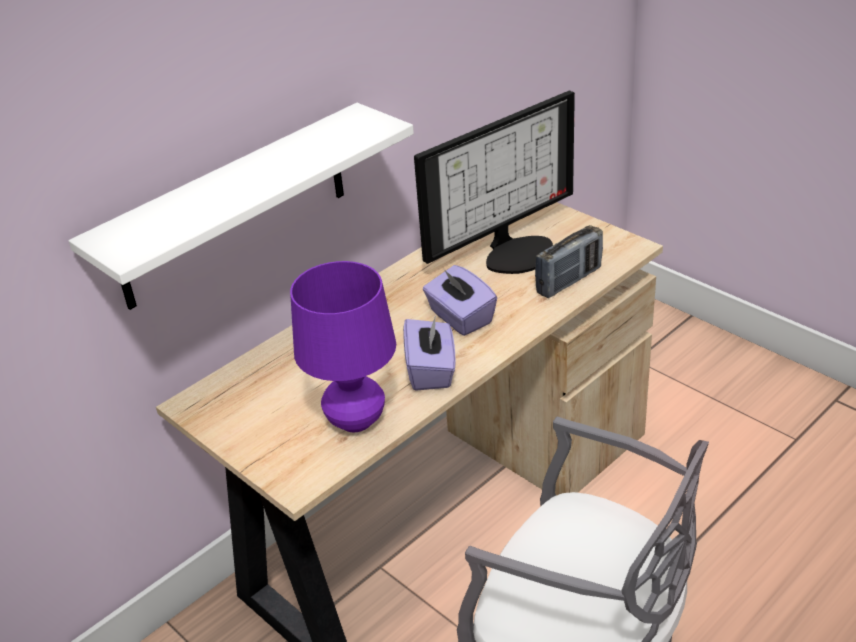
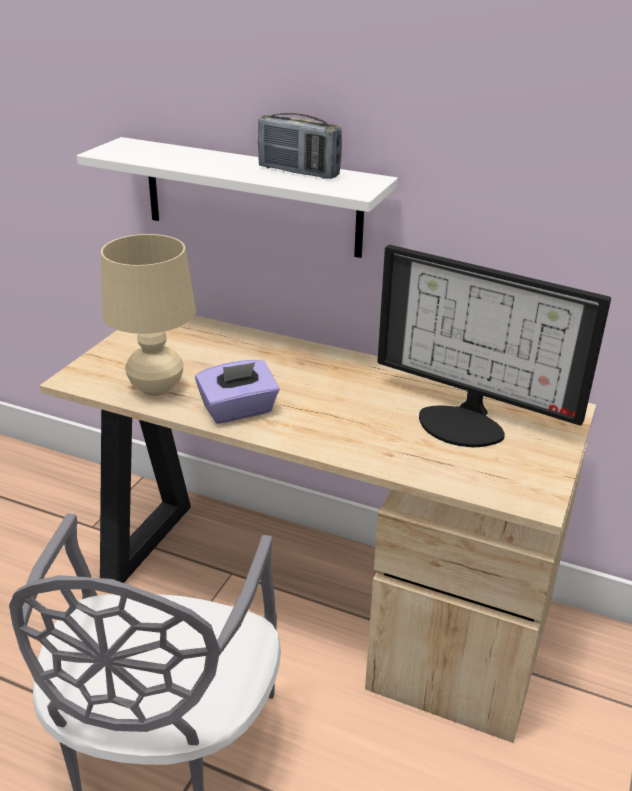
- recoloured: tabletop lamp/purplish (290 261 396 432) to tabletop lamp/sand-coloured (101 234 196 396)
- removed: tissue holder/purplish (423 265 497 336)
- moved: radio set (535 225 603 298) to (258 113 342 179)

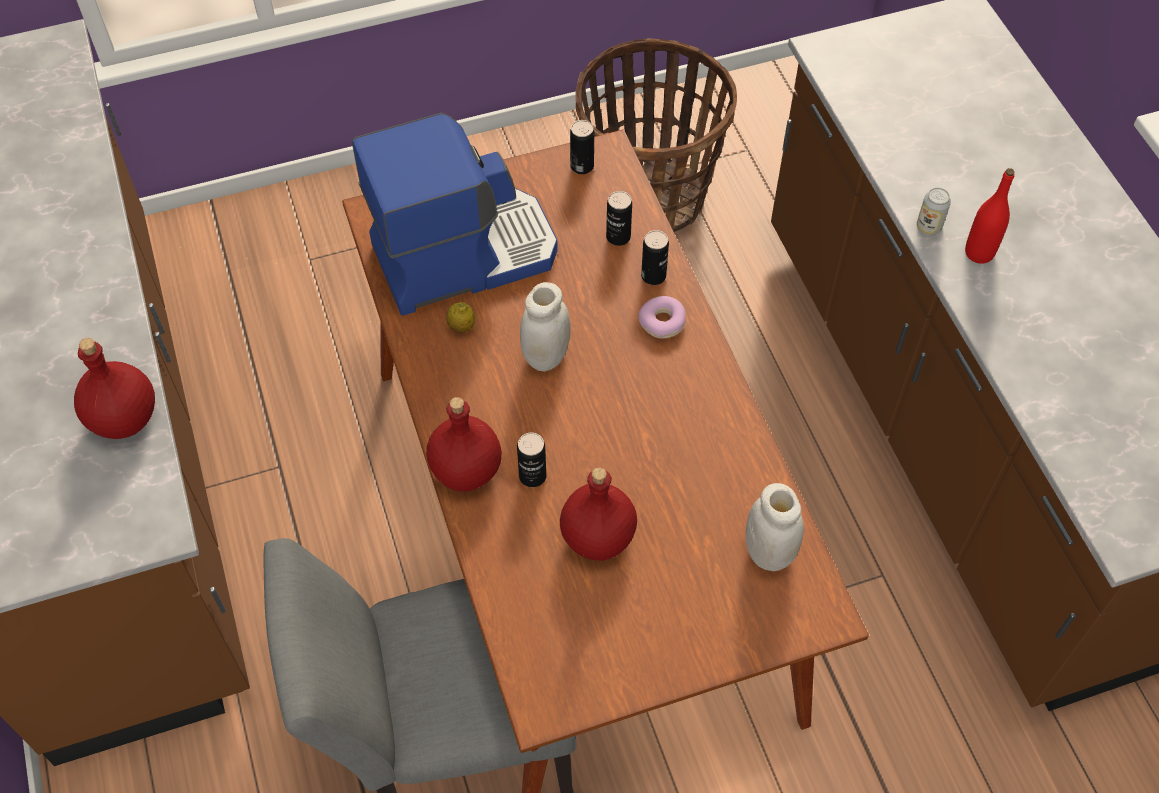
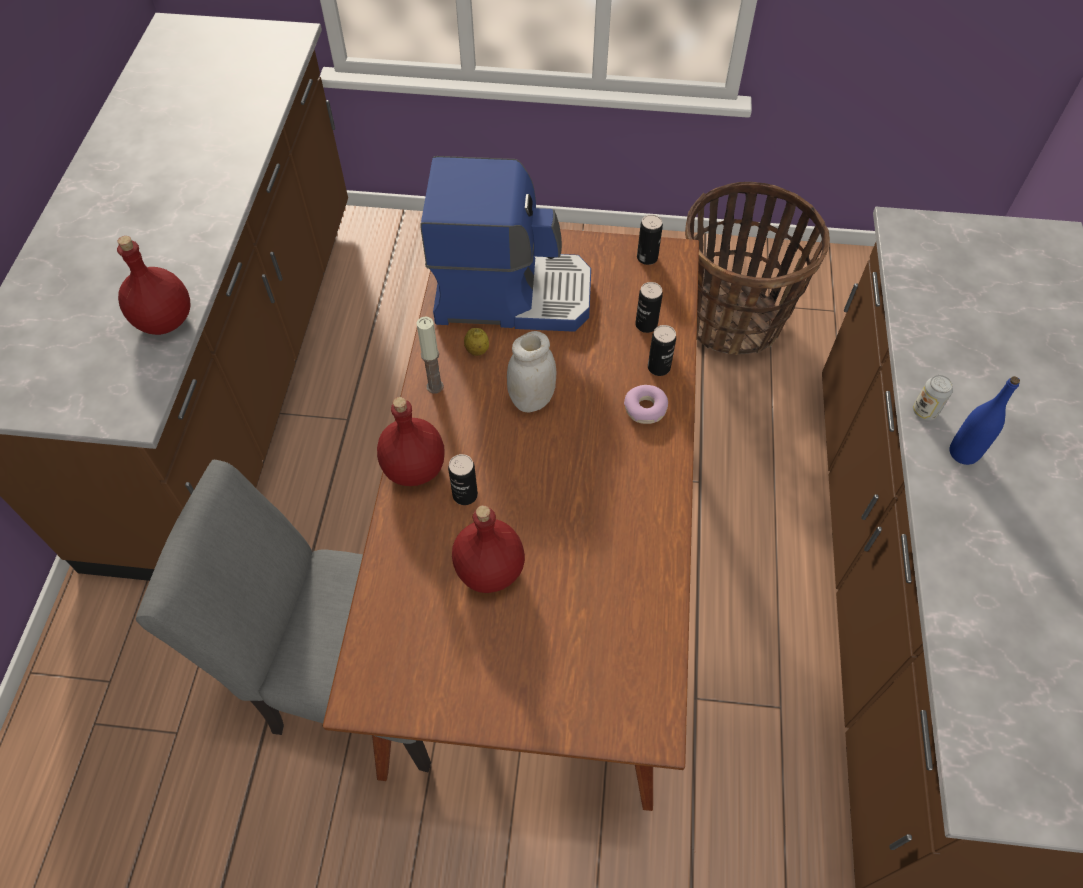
- removed: jar/whitish (745 483 804 571)
- recoloured: drink bottle/red (965 168 1014 264) to drink bottle/blue (950 376 1020 465)
- added: wax light (416 316 444 394)

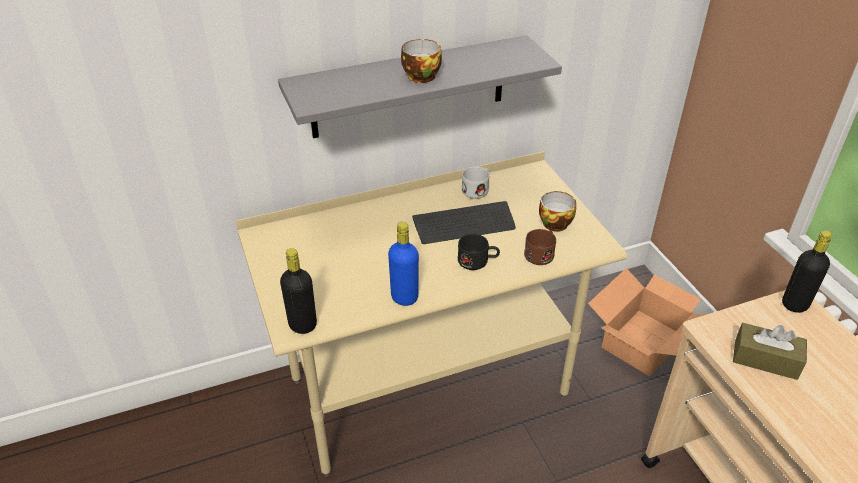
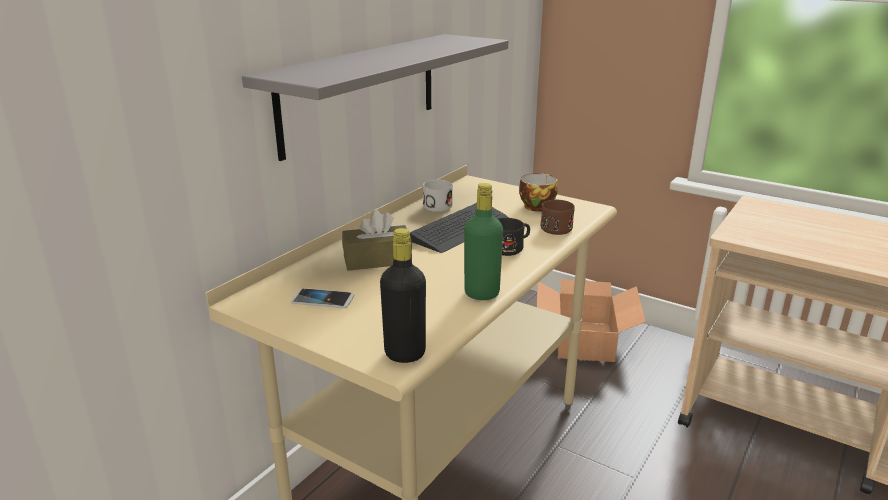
- recoloured: drink bottle/blue (388 222 419 306) to drink bottle/greenish (464 183 503 300)
- removed: small cup (401 39 442 83)
- moved: tissue holder/brown-coloured (733 323 807 380) to (342 210 412 271)
- removed: drink bottle/blackish (782 231 832 313)
- added: handset (291 288 354 308)

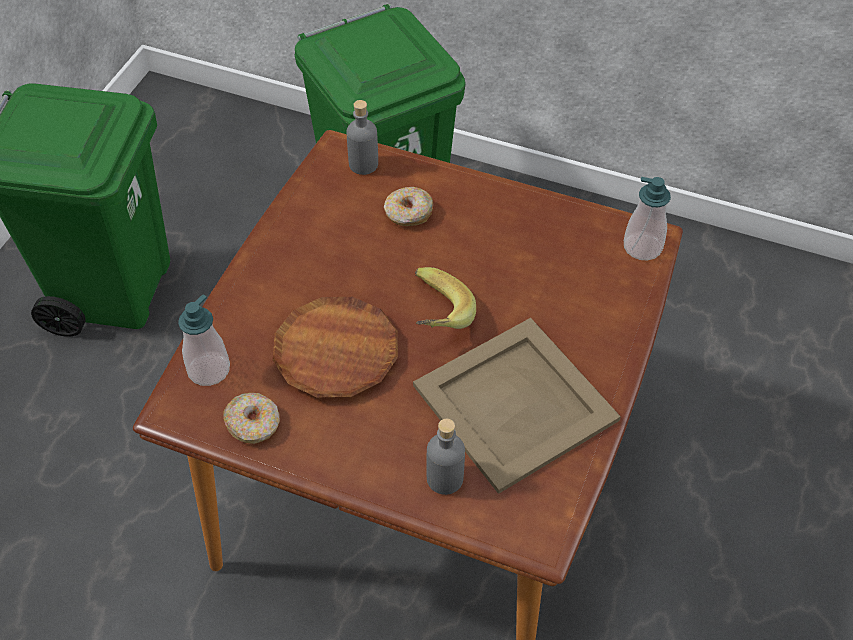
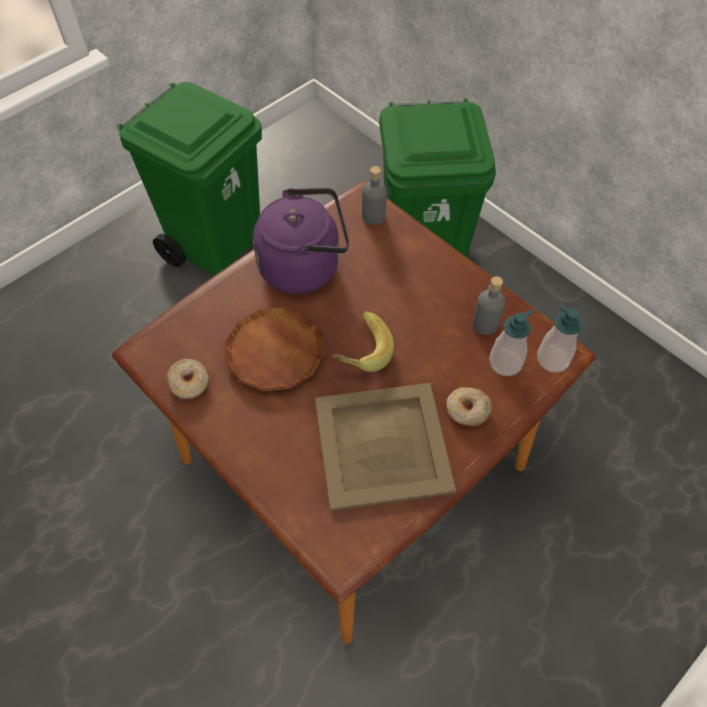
- moved: liquid soap bottle (178 294 230 386) to (489 310 534 376)
- moved: ring doughnut (384 187 433 226) to (446 387 493 426)
- moved: drink bottle/gray (426 419 465 495) to (472 276 505 335)
- added: kettle/purplish (253 188 349 294)

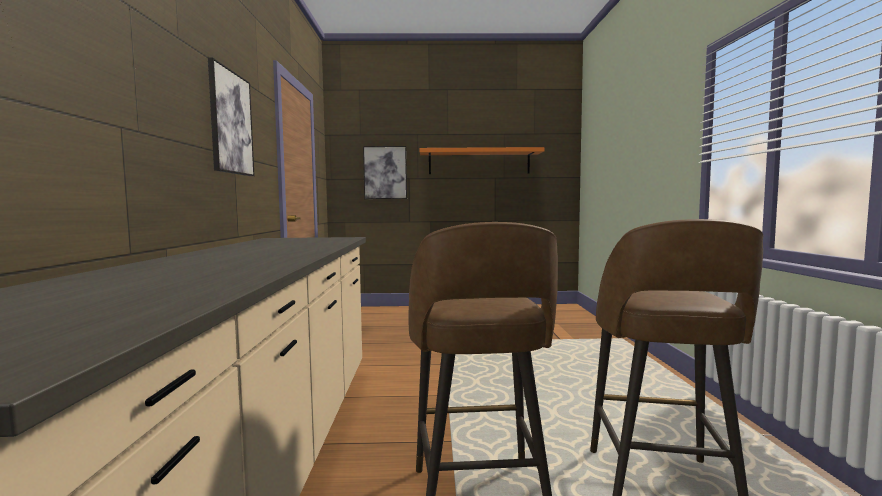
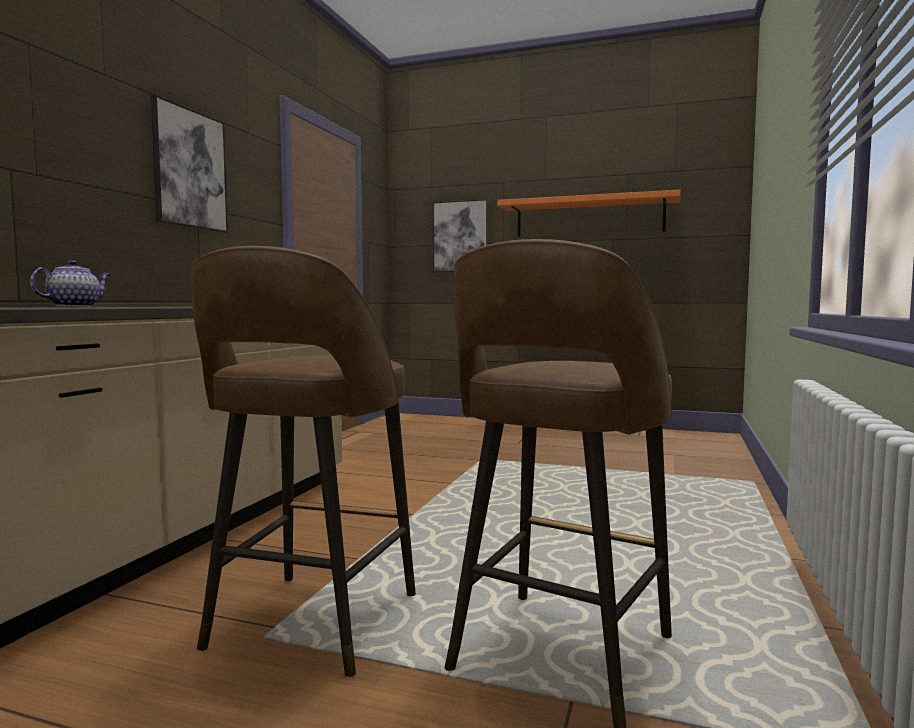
- added: teapot (30 260 111 307)

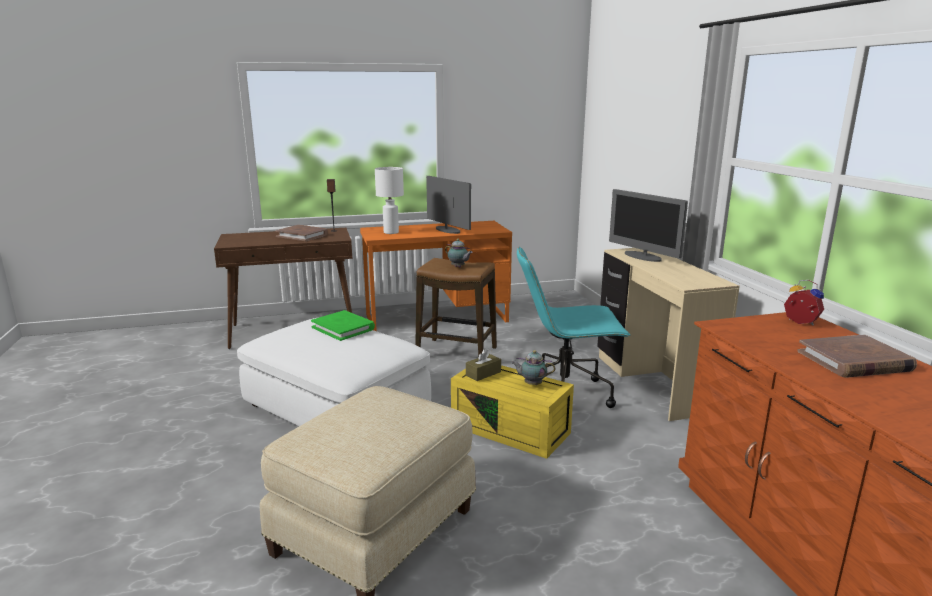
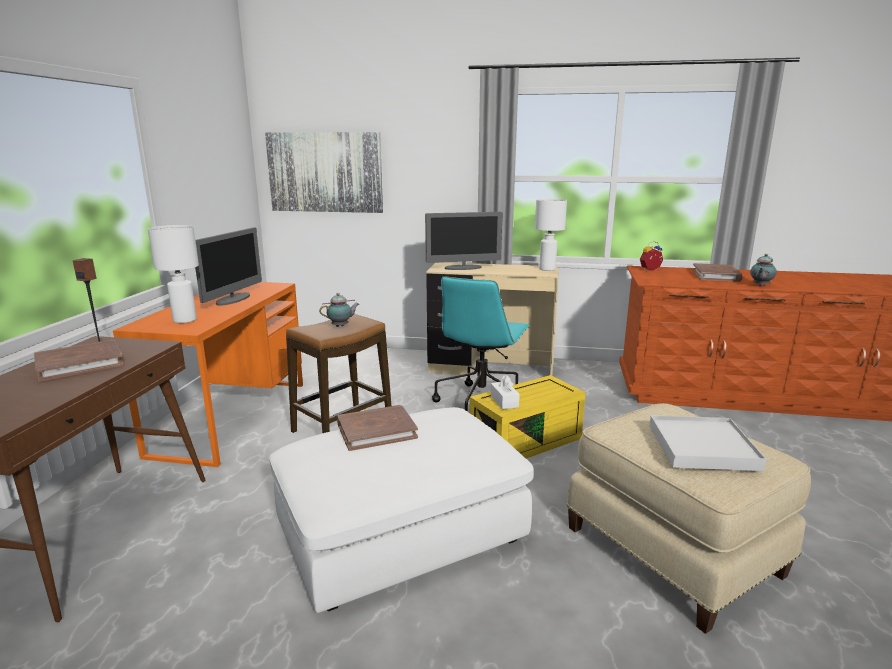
- recoloured: bound book/greenish (311 310 375 341) to bound book/brown-coloured (337 405 418 451)
- turned: computer screen (426 176 471 234) = (195 227 262 306) 120 degrees clockwise
- recoloured: tissue holder/brown-coloured (466 348 501 381) to tissue holder/whitish (491 375 520 410)
- moved: teapot (511 350 555 385) to (750 254 777 286)
- added: wall picture (265 132 383 213)
- added: tabletop lamp/whitish (535 198 567 271)
- added: tray/whitish (649 415 766 471)

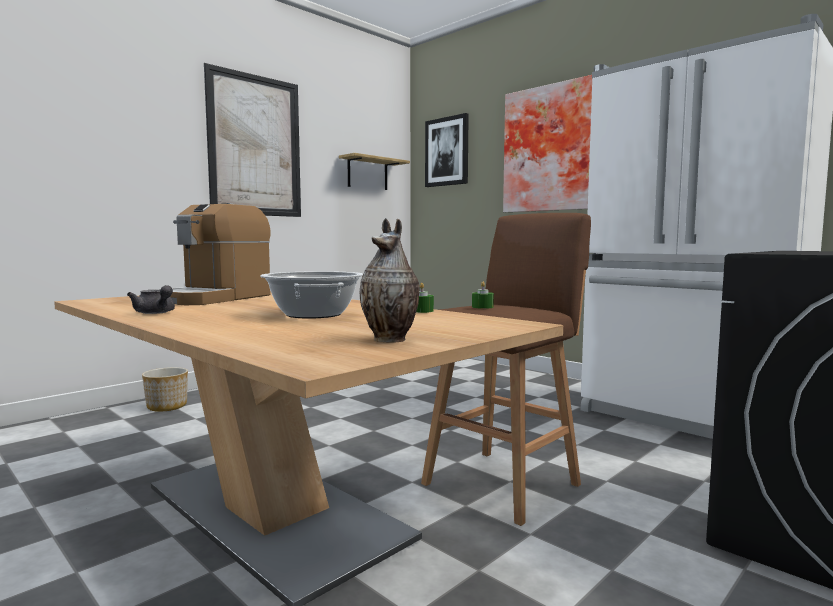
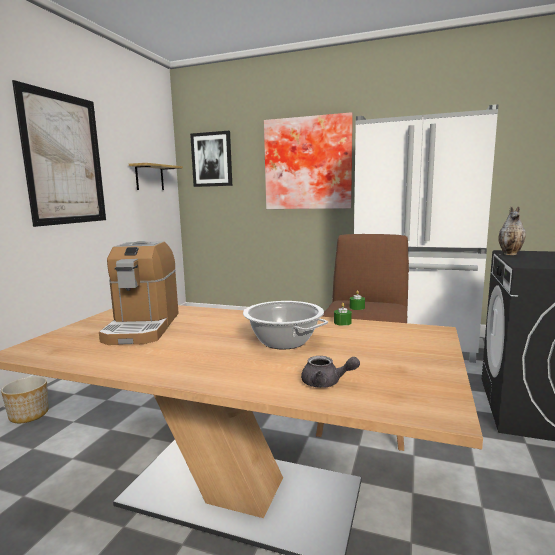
- moved: teapot/gray (127 285 175 314) to (301 356 360 388)
- moved: decorative vase (360 218 420 343) to (498 206 526 255)

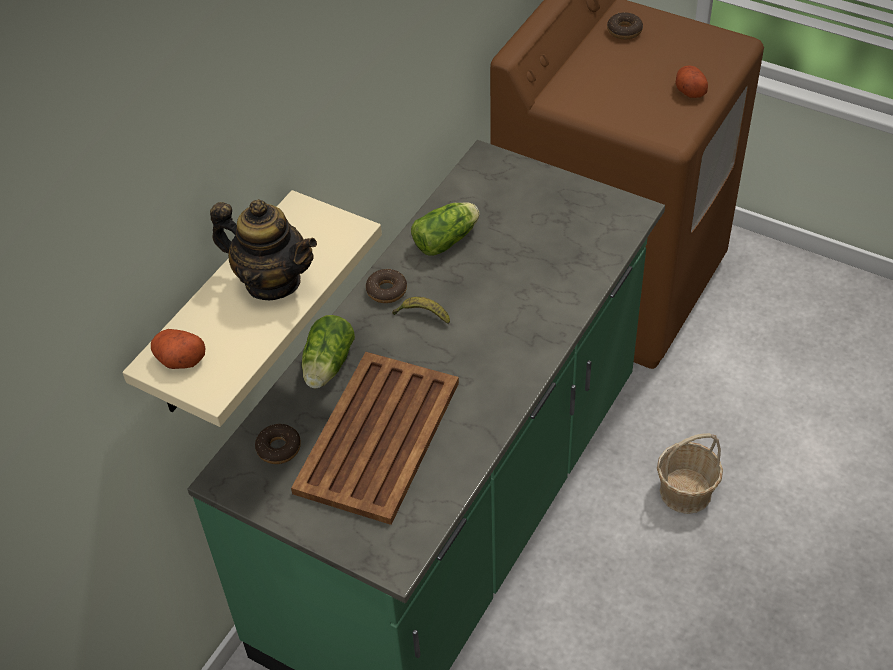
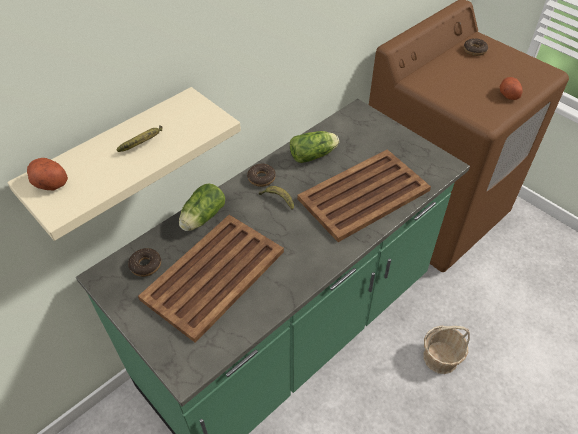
- replaced: teapot (210 199 317 300) to banana (117 125 163 152)
- added: tray/brown-coloured (297 150 431 242)

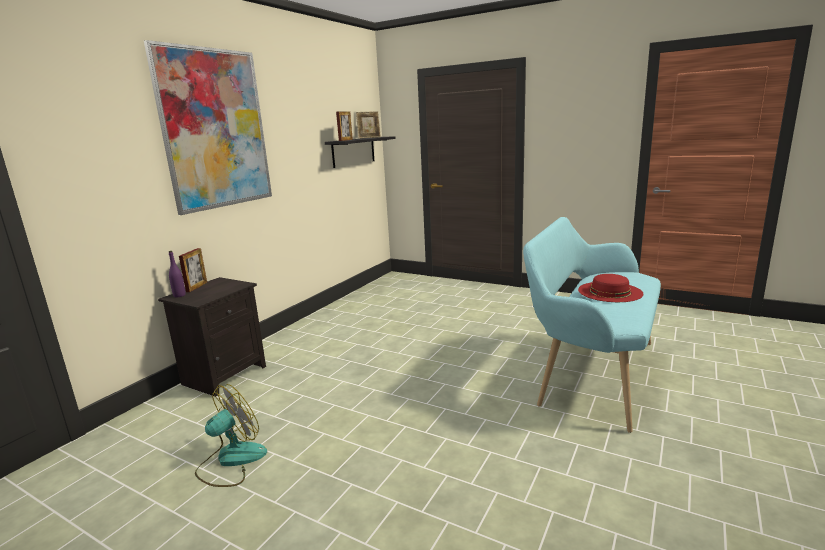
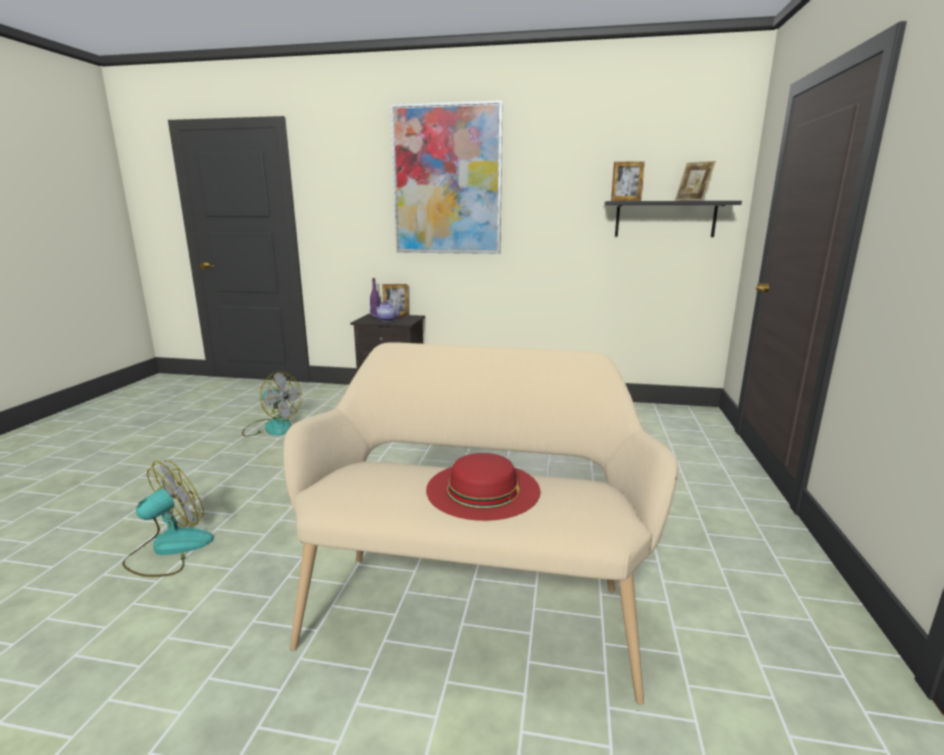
- recoloured: indoor bench/blue-green (523 217 661 433) to indoor bench/sand-coloured (283 342 678 705)
- added: cooling fan (122 460 214 577)
- added: teapot (370 301 402 321)

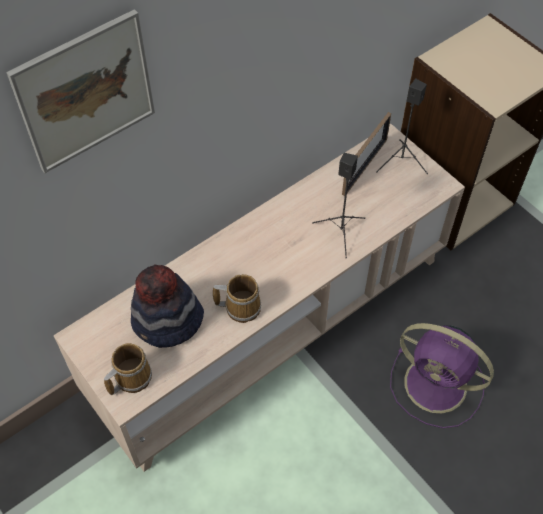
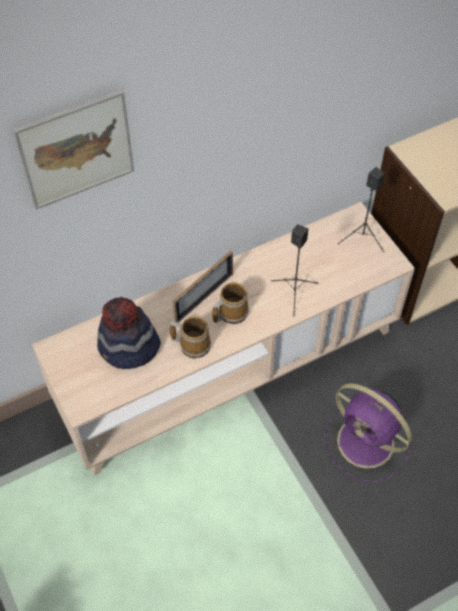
- moved: tea mug (104 343 152 395) to (212 282 249 324)
- moved: photo frame (342 112 391 196) to (173 251 233 323)

